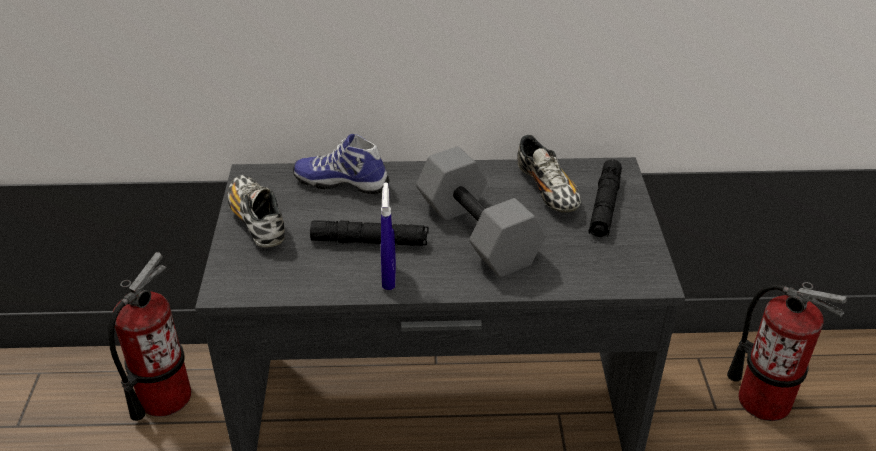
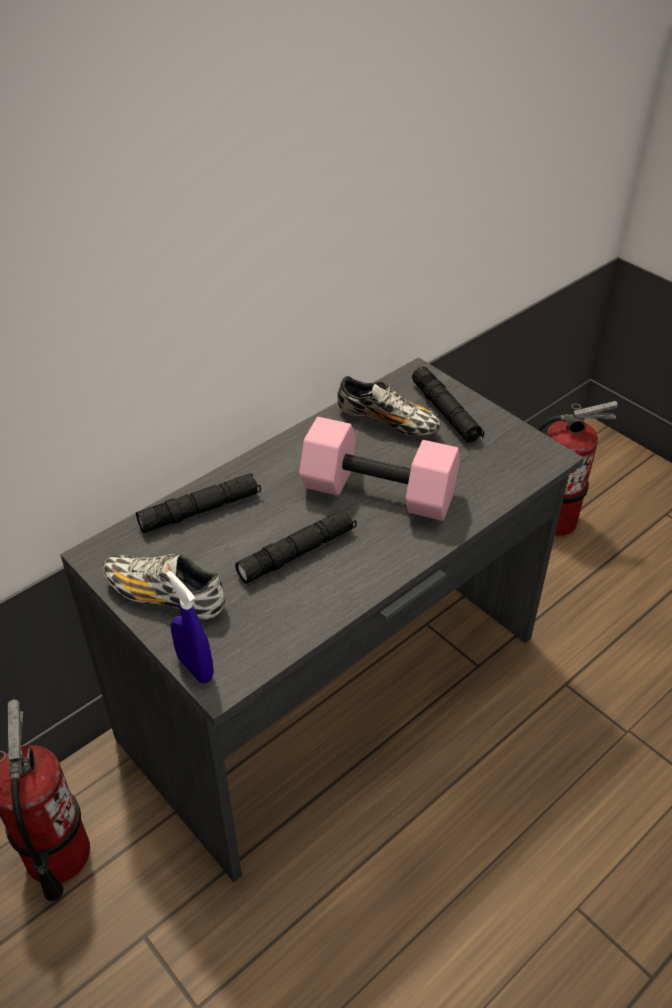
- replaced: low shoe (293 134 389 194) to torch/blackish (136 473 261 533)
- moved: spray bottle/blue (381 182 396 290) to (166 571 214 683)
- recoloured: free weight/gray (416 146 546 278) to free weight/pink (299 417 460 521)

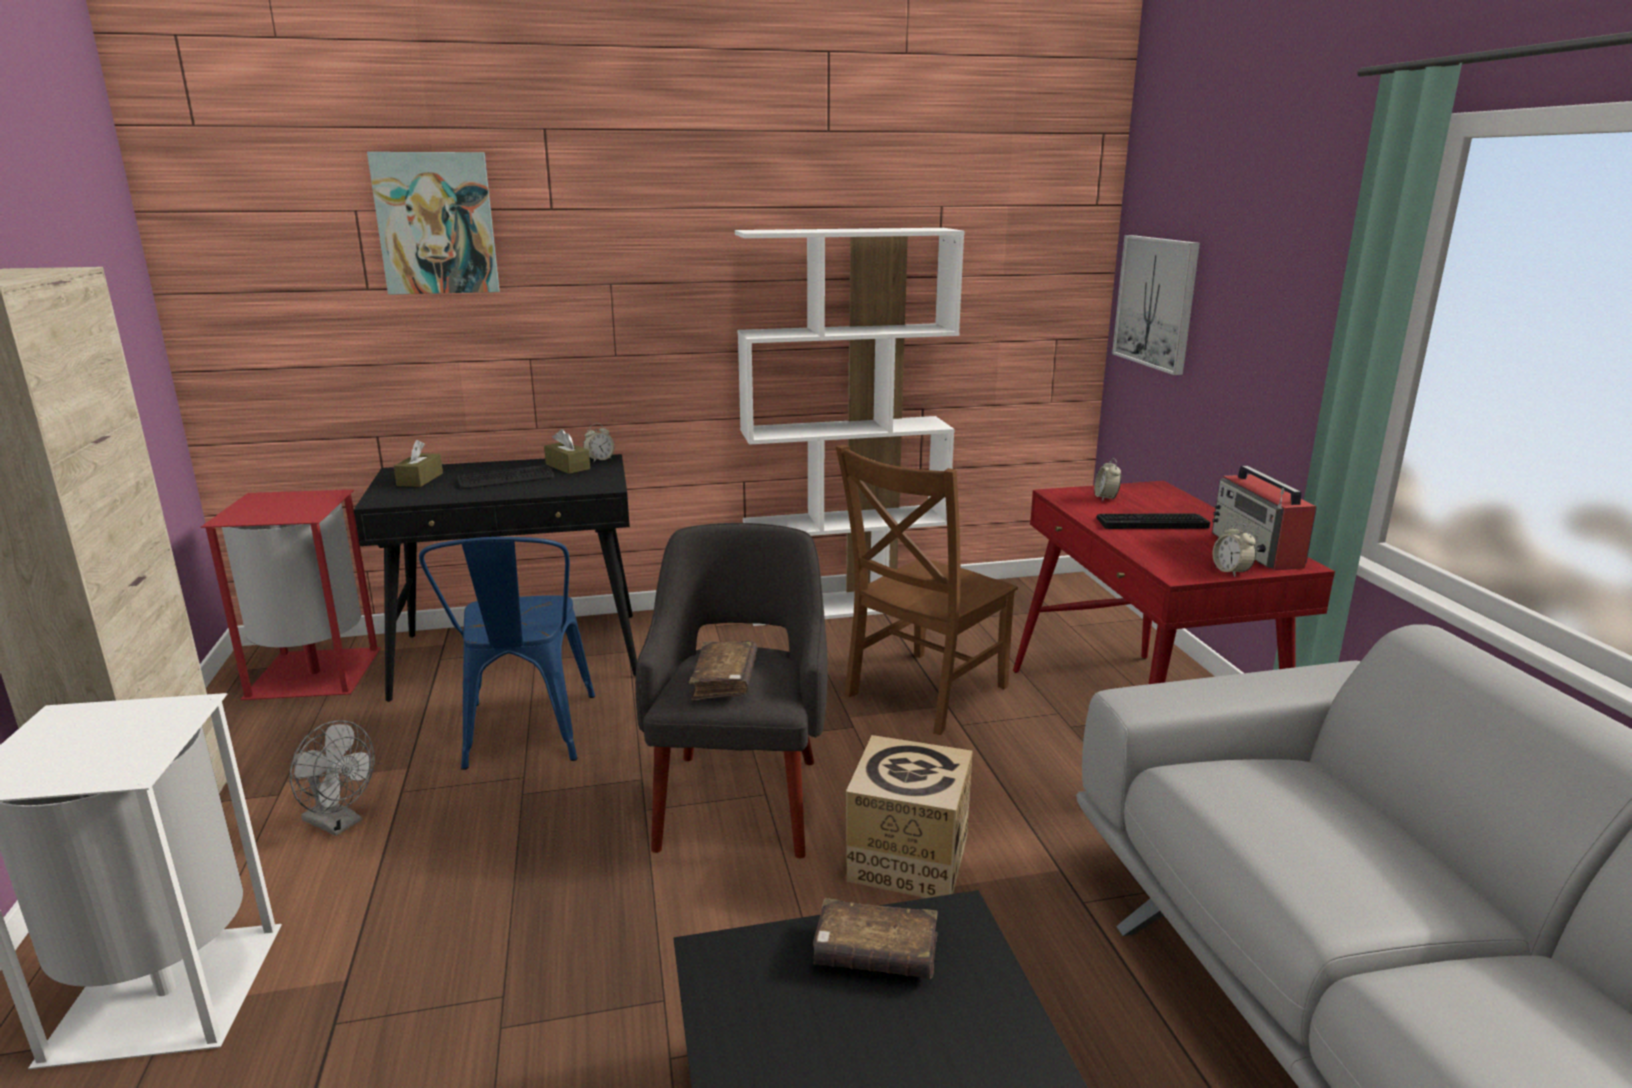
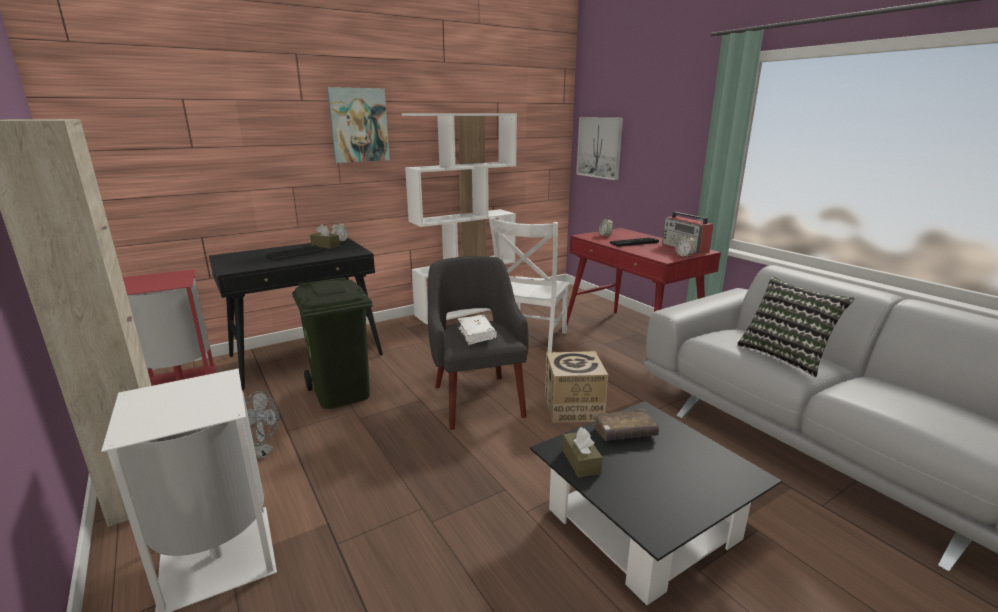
- moved: wall picture (367 152 500 295) to (327 87 390 163)
- moved: tissue holder/brown-coloured (394 440 443 487) to (562 427 603 478)
- replaced: upright chair/blue (419 537 595 770) to waste bin/greenish (292 277 373 409)
- recoloured: bound book/brown-coloured (689 641 757 700) to bound book/whitish (458 315 497 345)
- recoloured: upright chair/brown-coloured (835 445 1018 735) to upright chair/whitish (489 217 570 353)
- added: pillow (737 276 855 377)

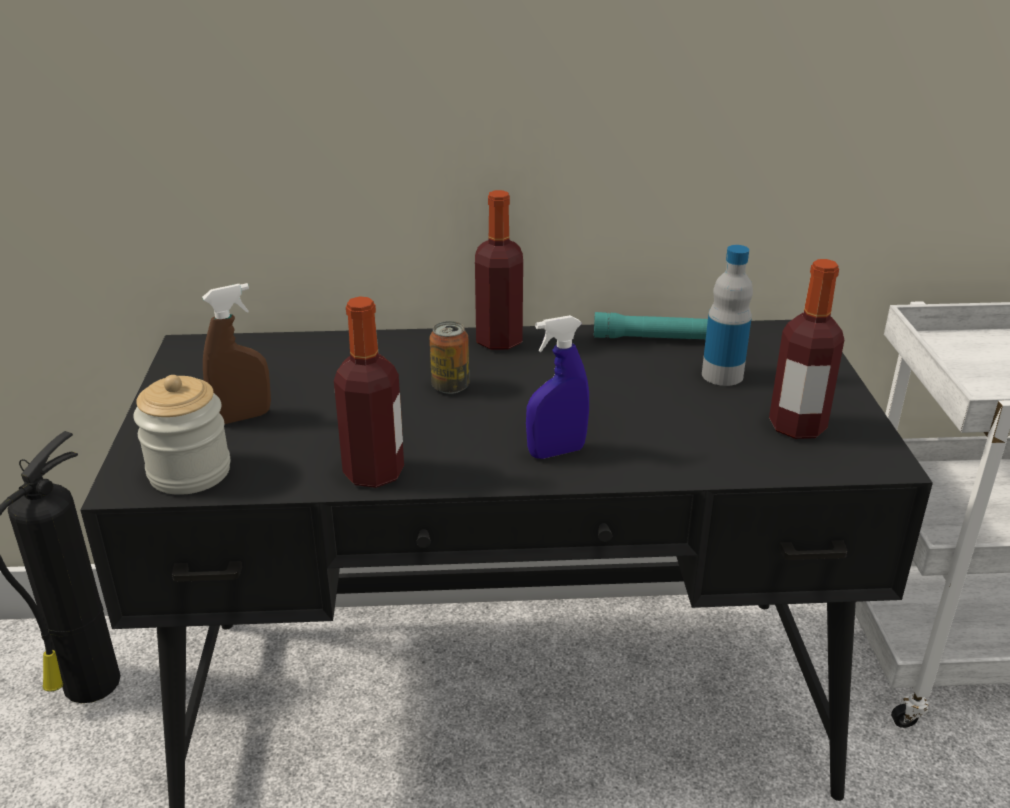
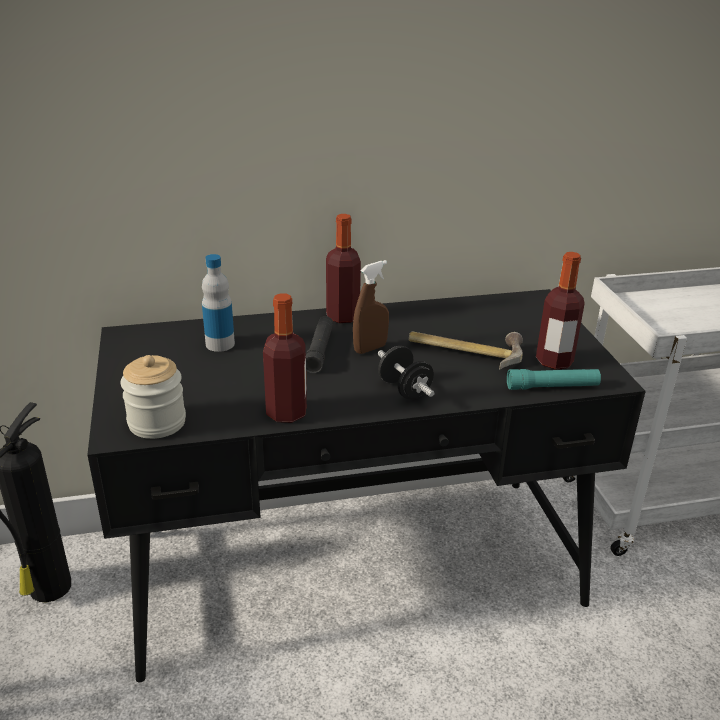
- moved: spray bottle/brown-coloured (202 283 271 424) to (353 260 389 354)
- replaced: sealed can (430 321 469 394) to torch/blackish (306 316 333 373)
- replaced: spray bottle/blue (526 315 589 459) to free weight/blackish (378 346 435 400)
- moved: torch/blue-green (594 312 708 339) to (507 369 601 390)
- moved: drink bottle (702 245 753 386) to (202 254 235 352)
- added: tool hammer (409 331 523 370)

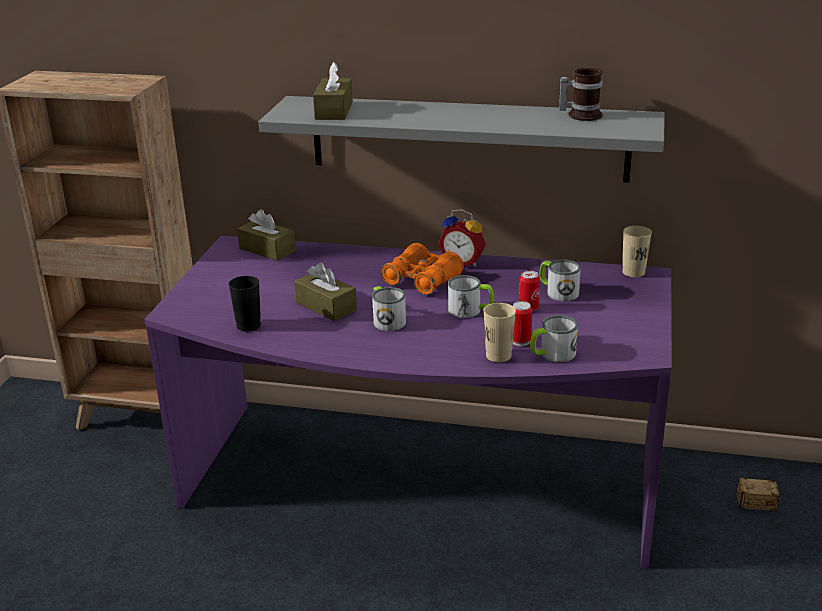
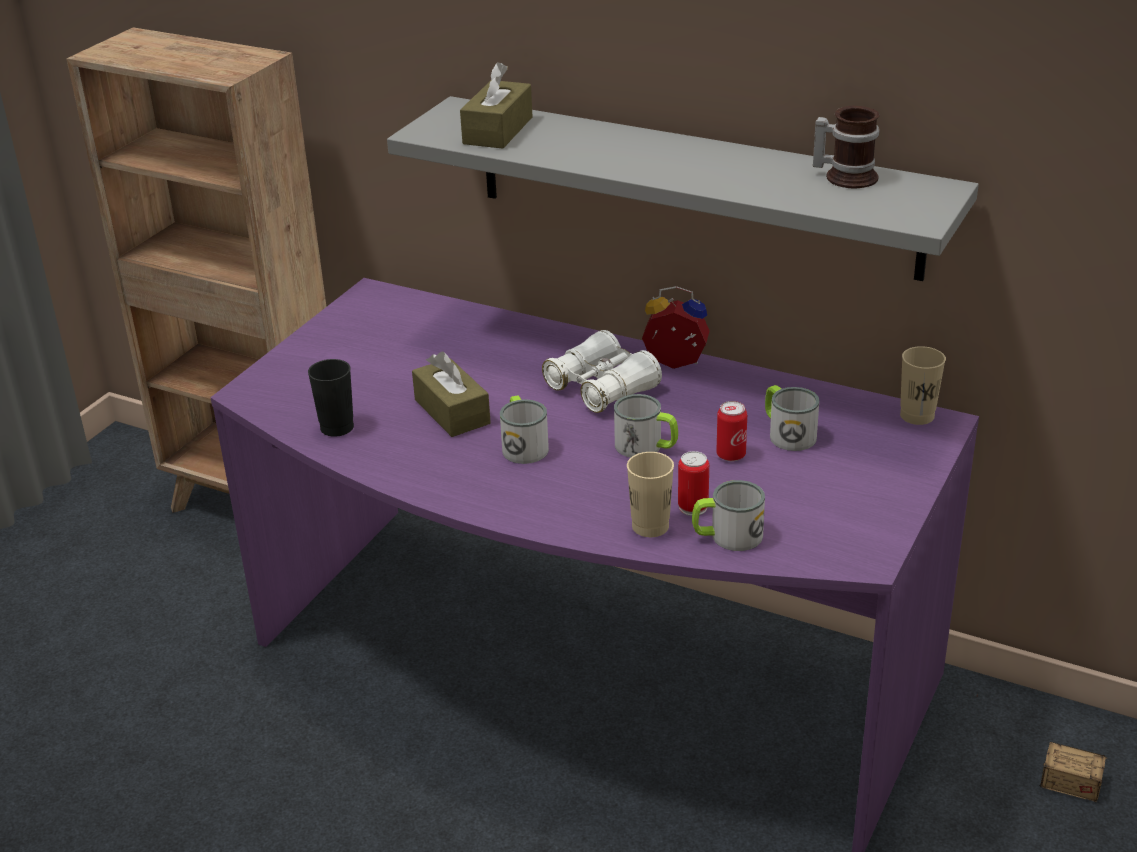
- removed: tissue holder/brown-coloured (237 209 296 261)
- recoloured: pair of binoculars/orange (381 243 464 295) to pair of binoculars/whitish (542 330 662 413)
- turned: table clock (438 209 486 266) = (642 286 710 369) 150 degrees clockwise

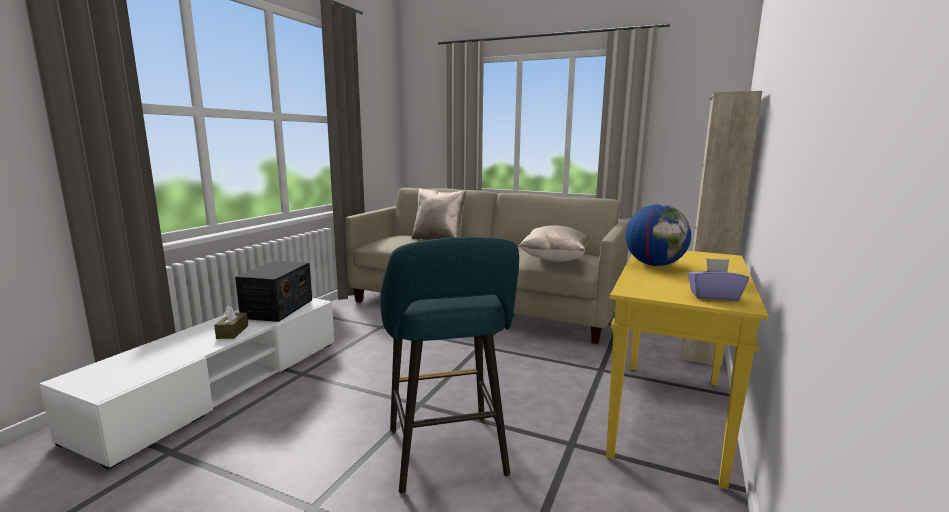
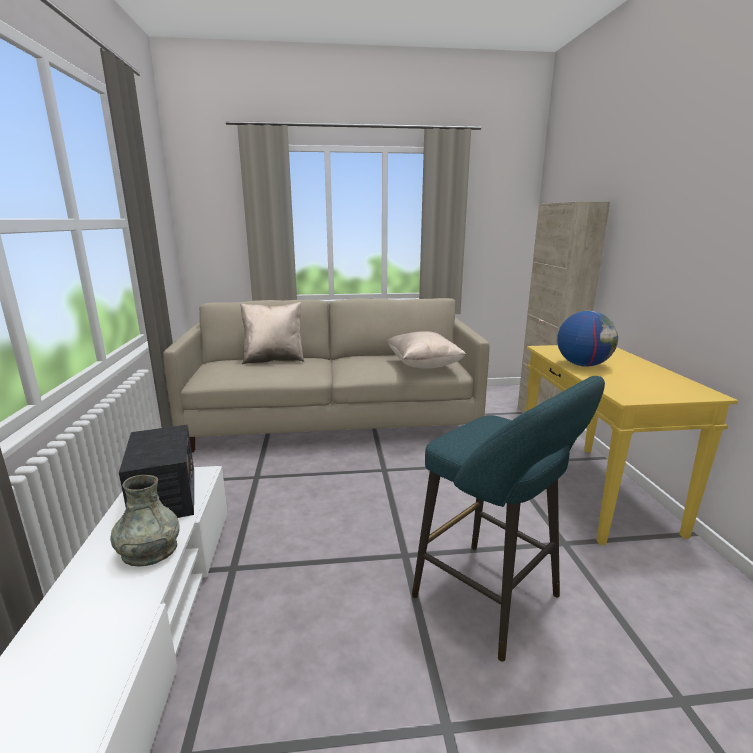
- replaced: tissue holder/brown-coloured (214 305 248 339) to decorative vase/gray (110 475 180 567)
- removed: tissue holder/purplish (688 258 749 301)

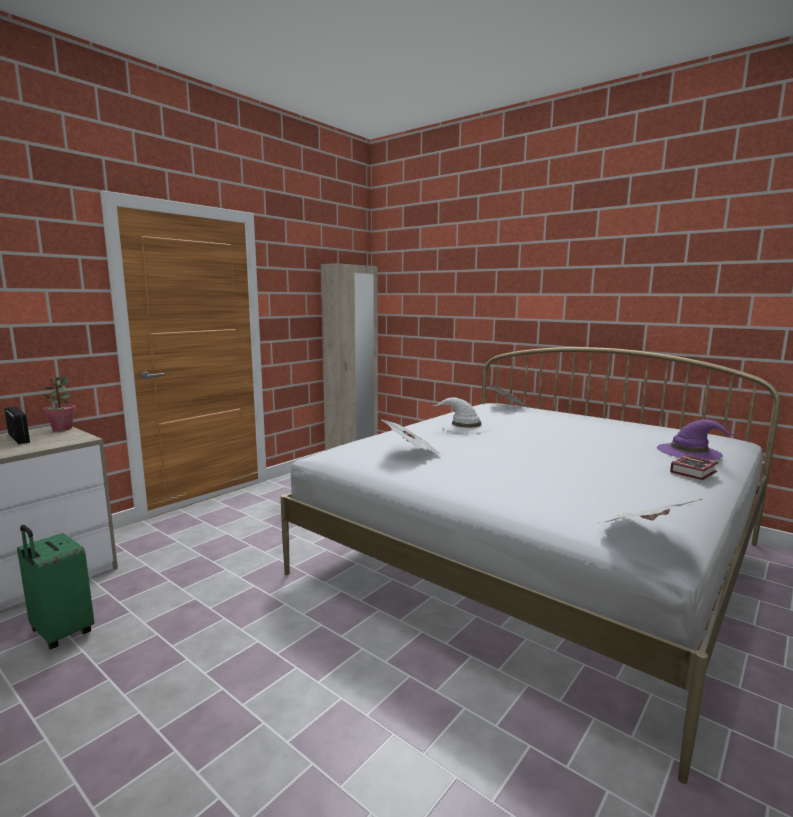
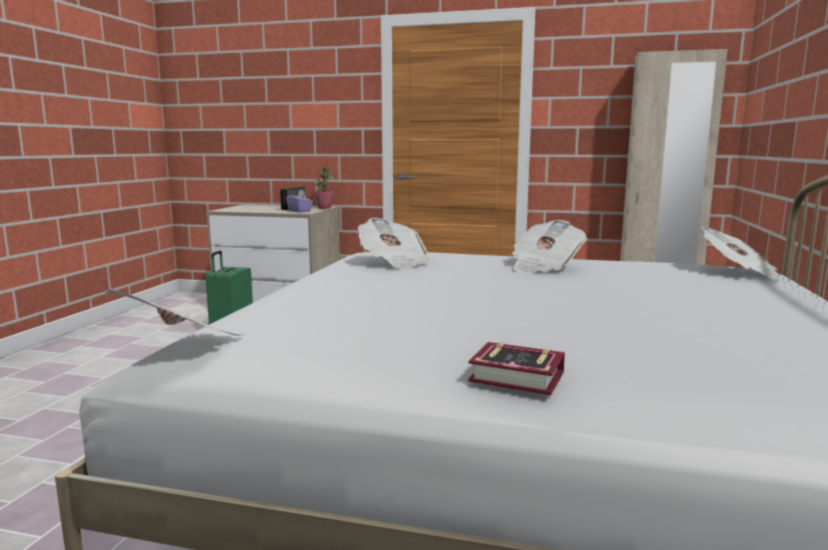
- replaced: hat/whitish (432 397 491 434) to daily paper (512 220 587 272)
- removed: hat/purplish (657 419 737 460)
- added: tissue holder/purplish (286 190 313 212)

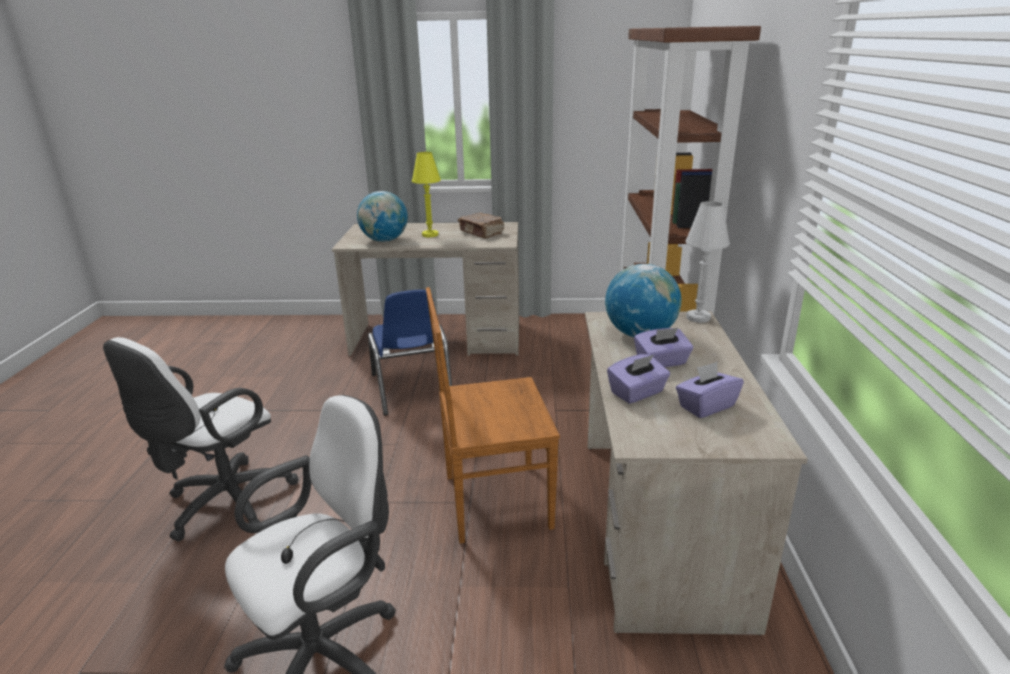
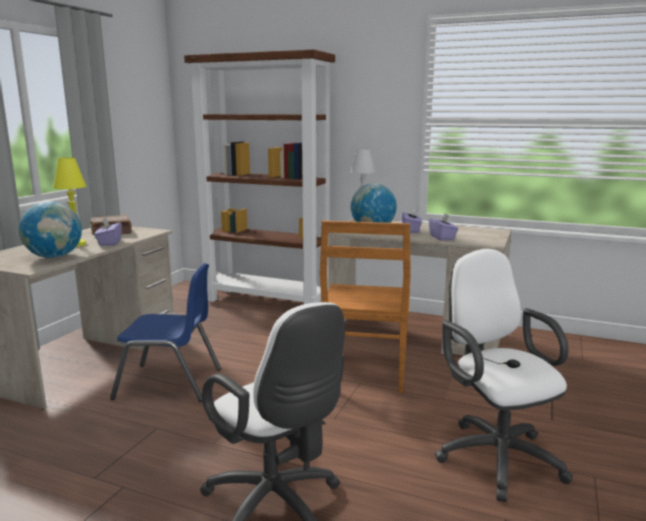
- moved: tissue holder/purplish (676 362 744 418) to (95 217 122 246)

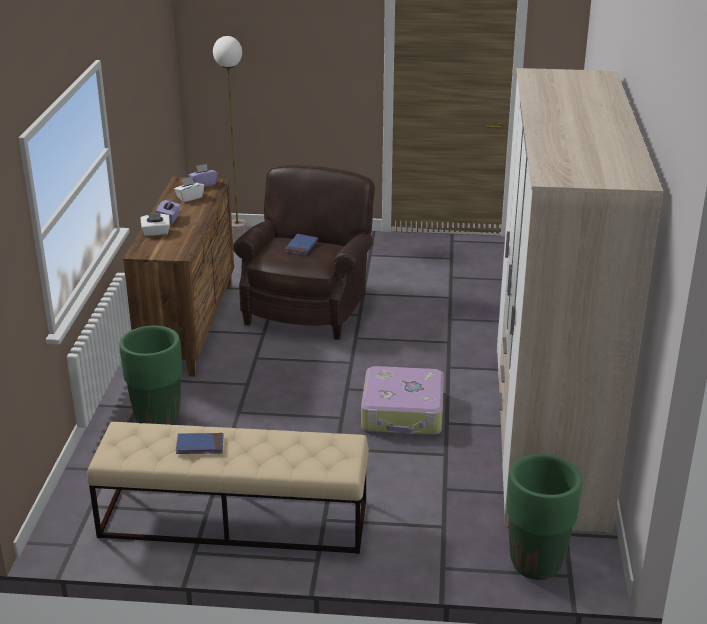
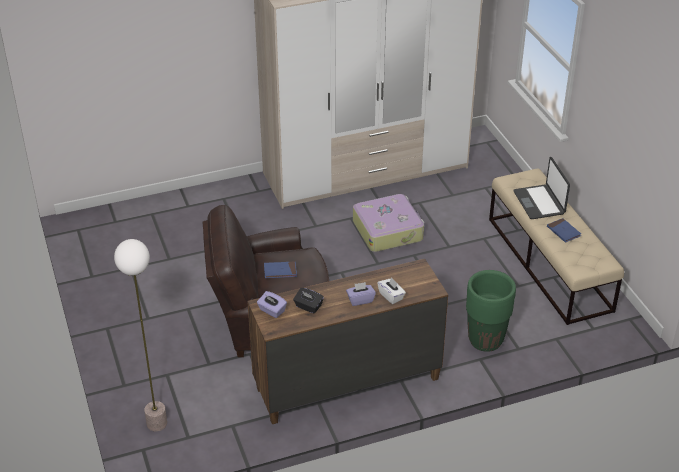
- recoloured: tissue holder/whitish (174 177 204 202) to tissue holder/blackish (293 288 324 314)
- removed: planter/greenish (507 454 582 580)
- added: portable computer (513 157 570 219)

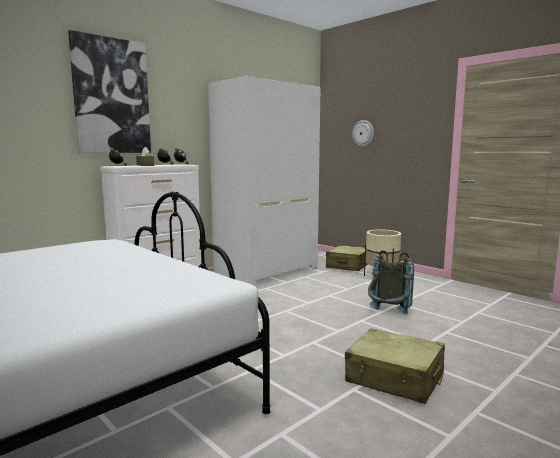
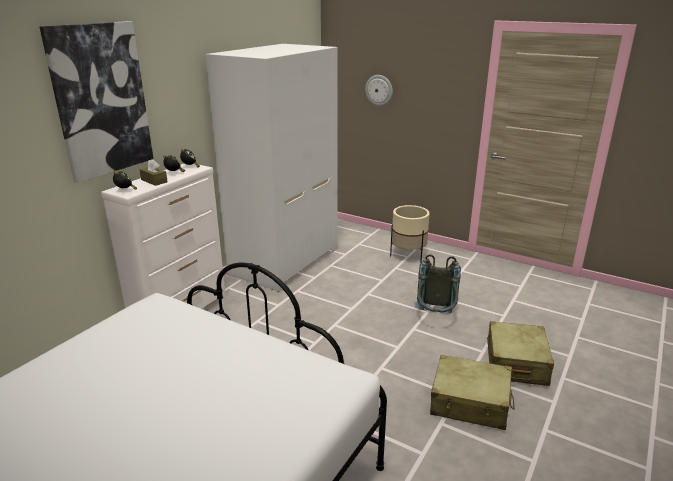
- moved: piece of luggage/sand-coloured (326 245 368 271) to (487 321 554 386)

